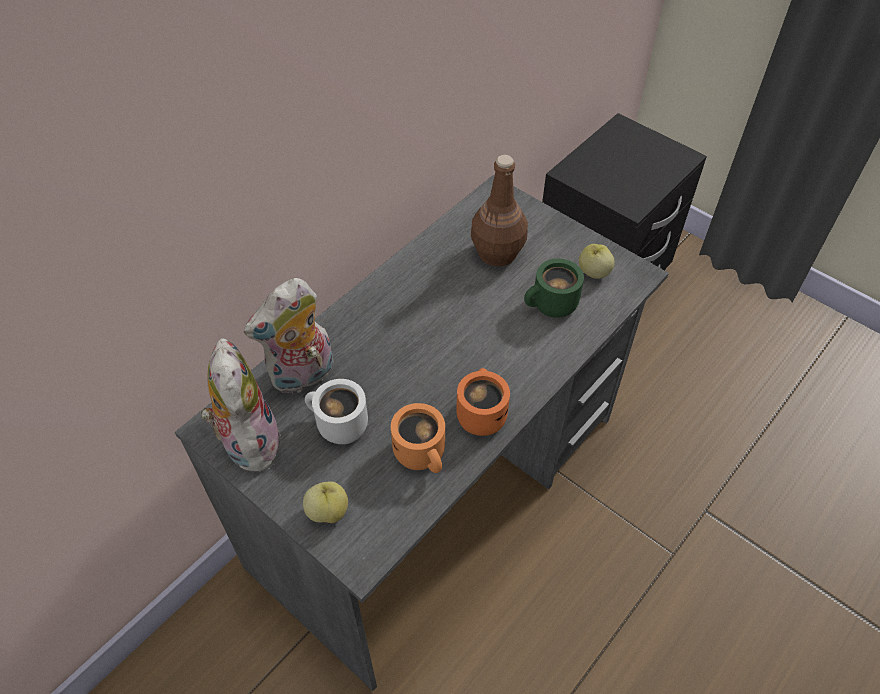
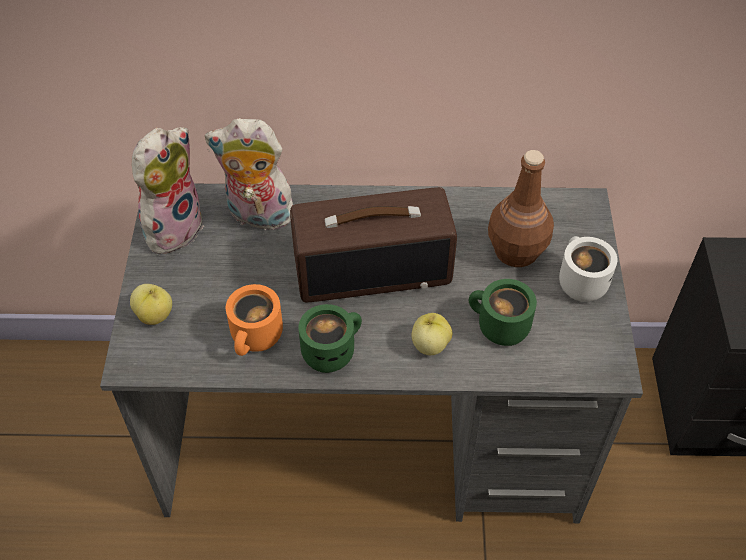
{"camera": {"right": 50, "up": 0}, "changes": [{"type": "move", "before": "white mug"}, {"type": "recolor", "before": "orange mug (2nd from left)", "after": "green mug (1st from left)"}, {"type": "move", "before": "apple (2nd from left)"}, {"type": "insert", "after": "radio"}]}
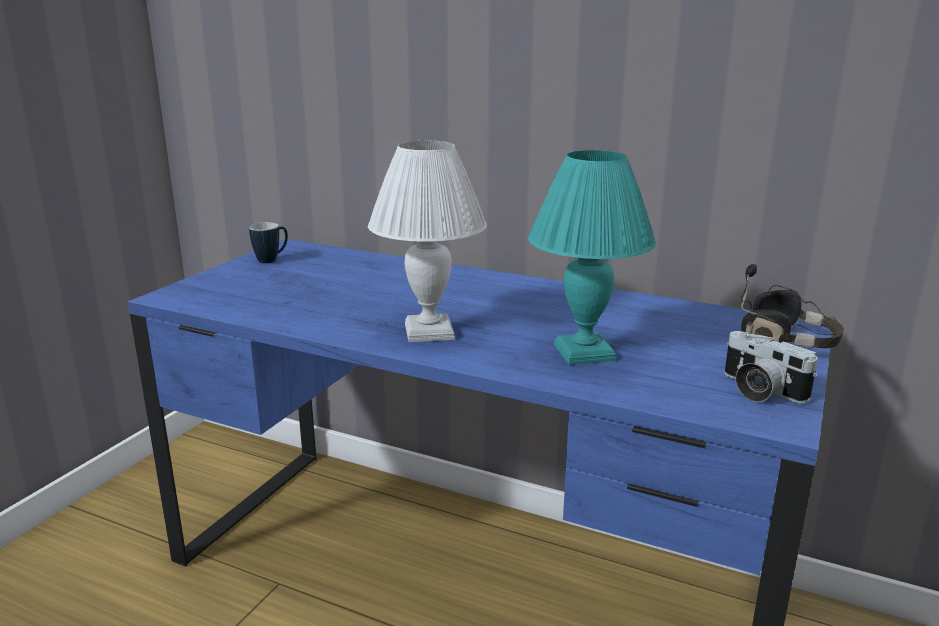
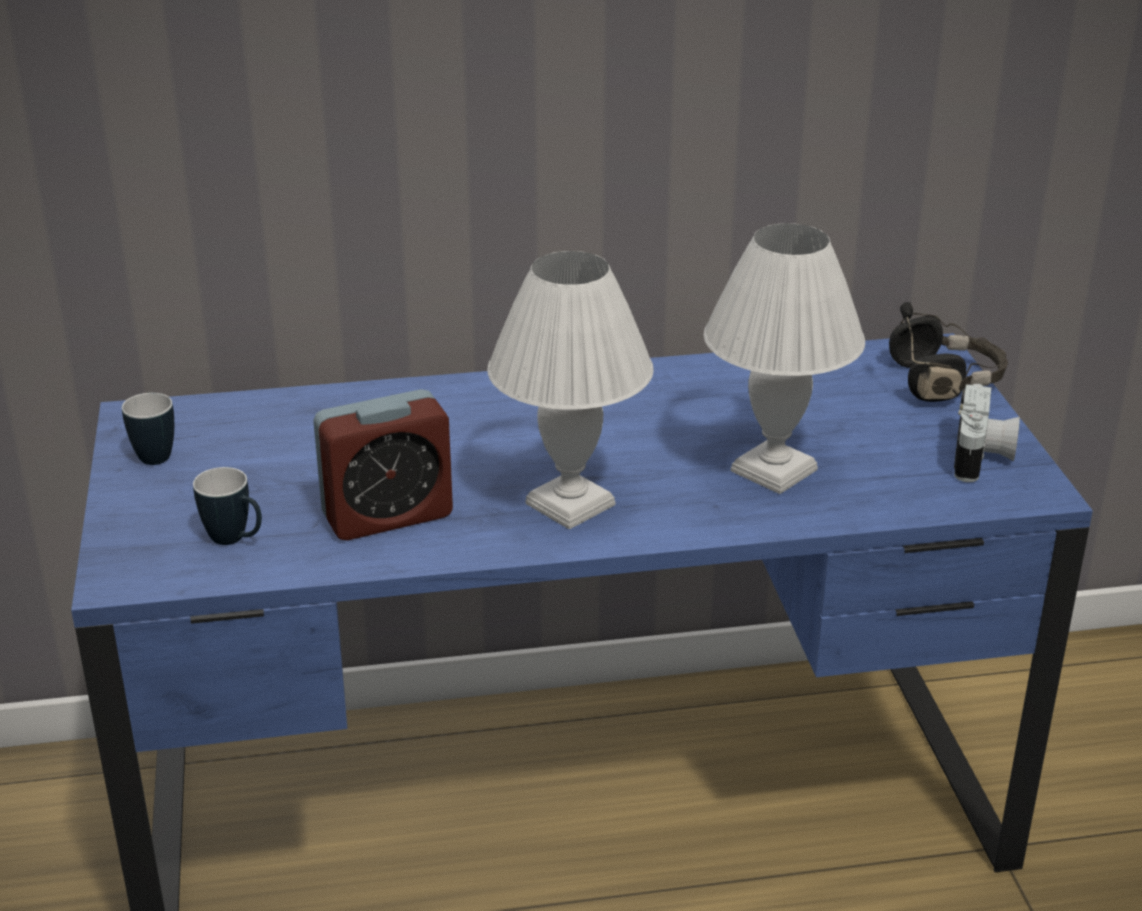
{"camera": {"right": -35, "up": 10}, "changes": [{"type": "recolor", "before": "turquoise table lamp", "after": "white table lamp (2nd from left)"}, {"type": "rotate", "before": "photo camera", "turn": -90}, {"type": "insert", "after": "mug (2nd from left)"}, {"type": "insert", "after": "alarm clock"}]}
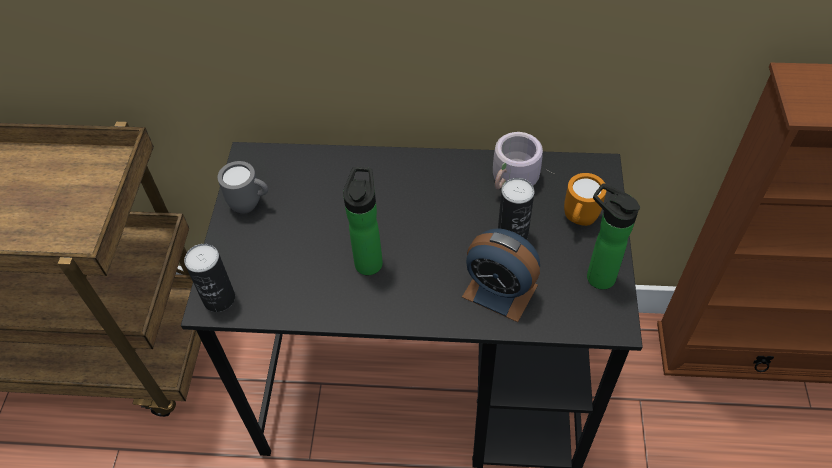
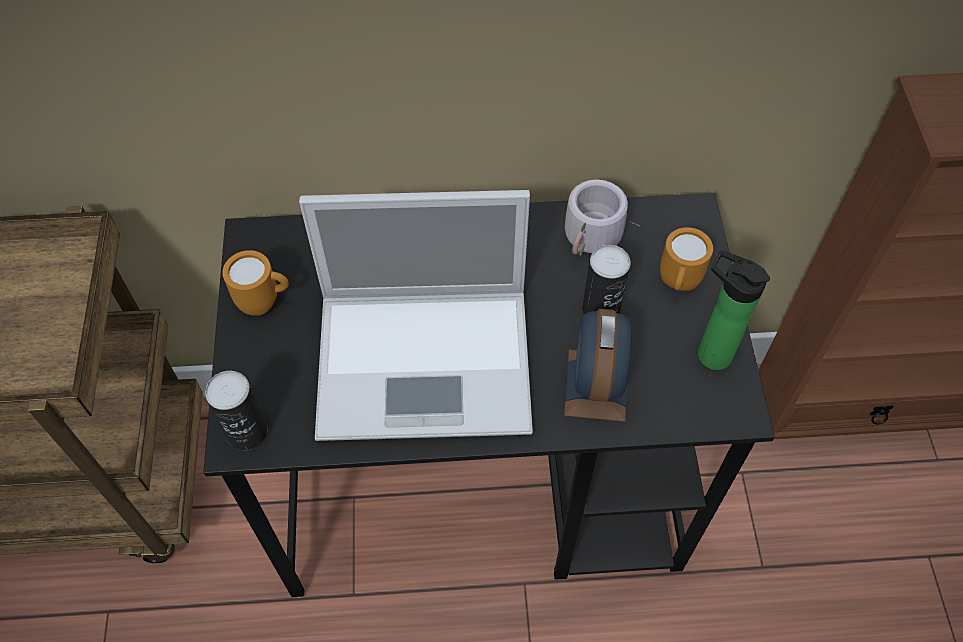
{"camera": {"right": -10, "up": 5}, "changes": [{"type": "recolor", "before": "grey mug (1st from left)", "after": "orange mug (1st from left)"}, {"type": "replace", "before": "bottle (1st from left)", "after": "laptop"}, {"type": "rotate", "before": "alarm clock", "turn": 75}]}
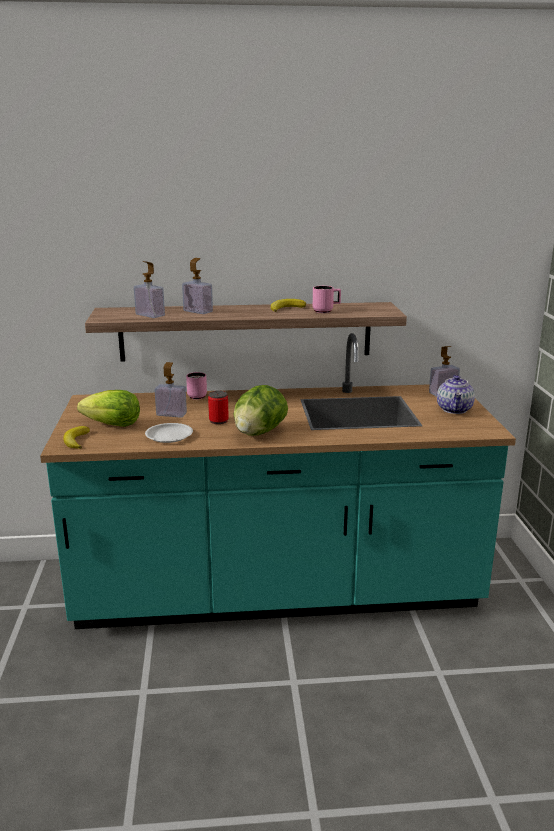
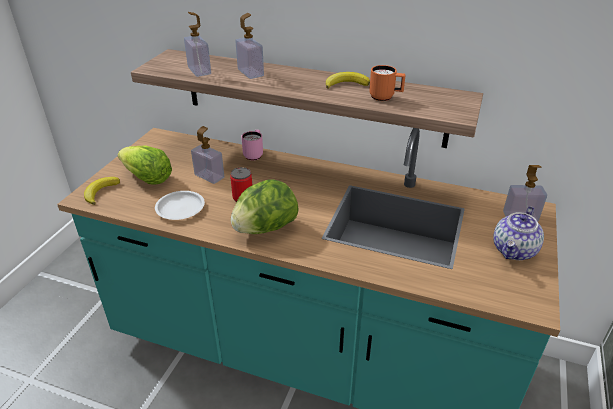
{"camera": {"right": 25, "up": 15}, "changes": [{"type": "recolor", "before": "pink mug (2nd from left)", "after": "orange mug"}]}
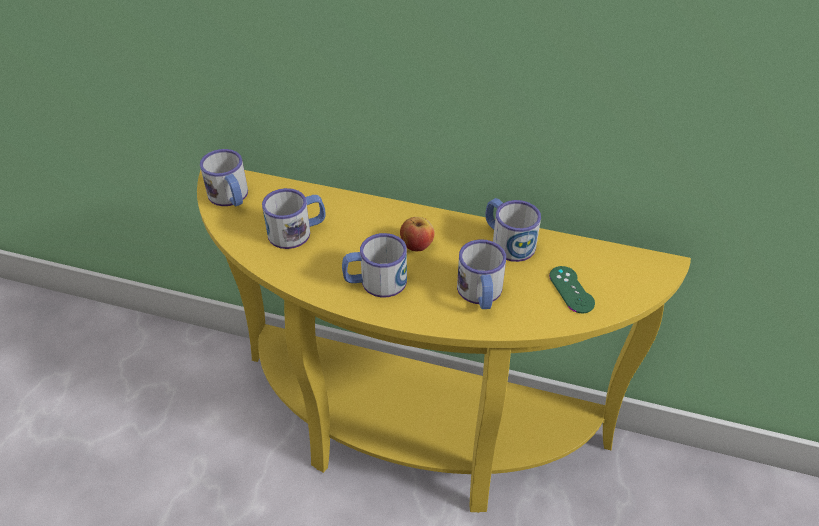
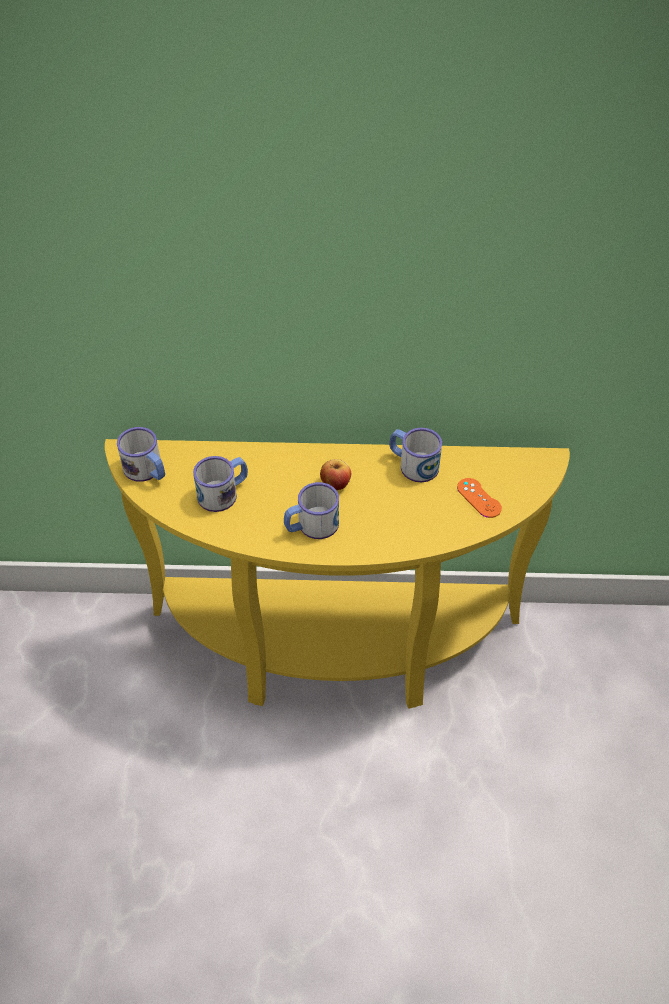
{"camera": {"right": -15, "up": 5}, "changes": [{"type": "delete", "before": "mug (4th from left)"}, {"type": "recolor", "before": "green game controller", "after": "orange game controller"}]}
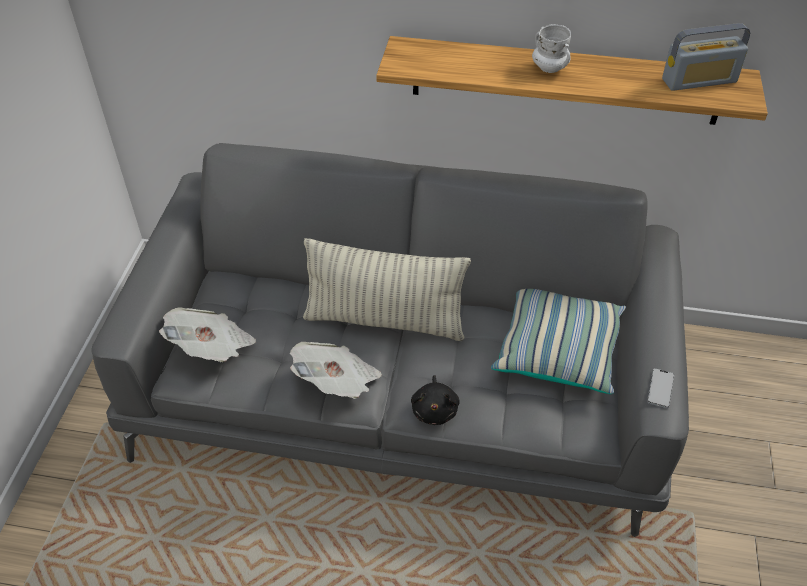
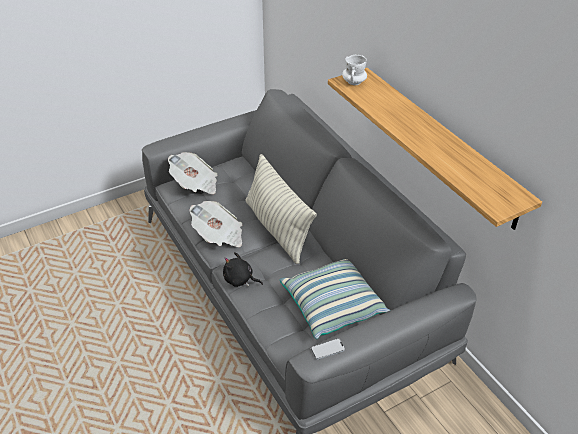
{"camera": {"right": 50, "up": -5}, "changes": [{"type": "rotate", "before": "black plush toy", "turn": 60}, {"type": "move", "before": "white mug"}, {"type": "delete", "before": "radio"}]}
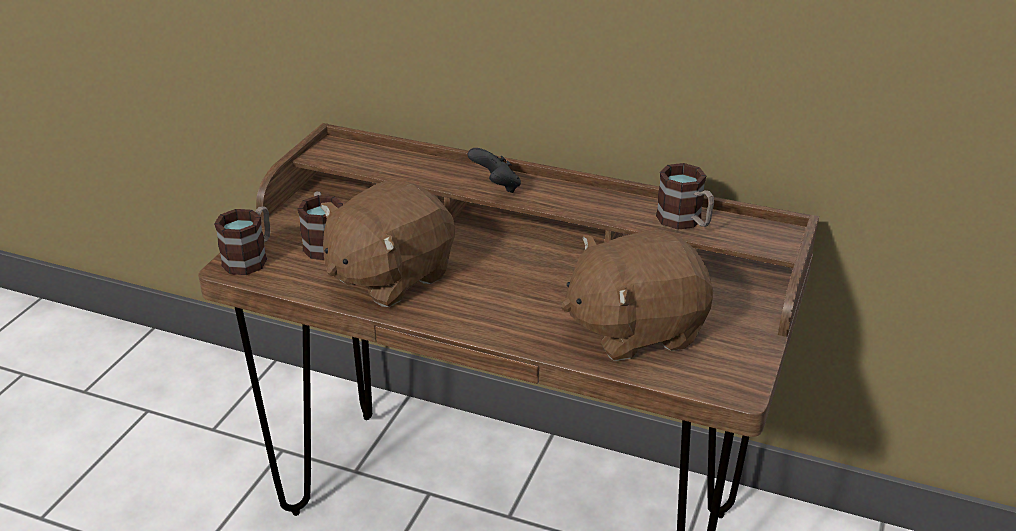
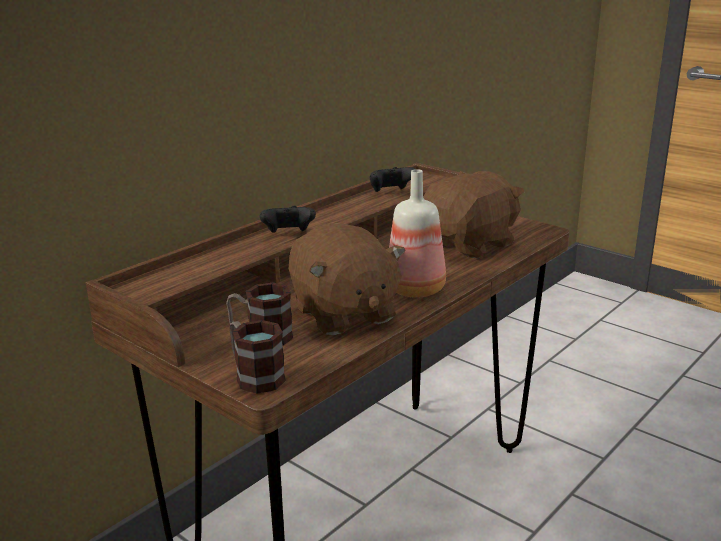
{"camera": {"right": -70, "up": -10}, "changes": [{"type": "rotate", "before": "brown plush toy (2nd from left)", "turn": -135}, {"type": "replace", "before": "mug (3rd from left)", "after": "black game controller (2nd from left)"}, {"type": "insert", "after": "bottle"}]}
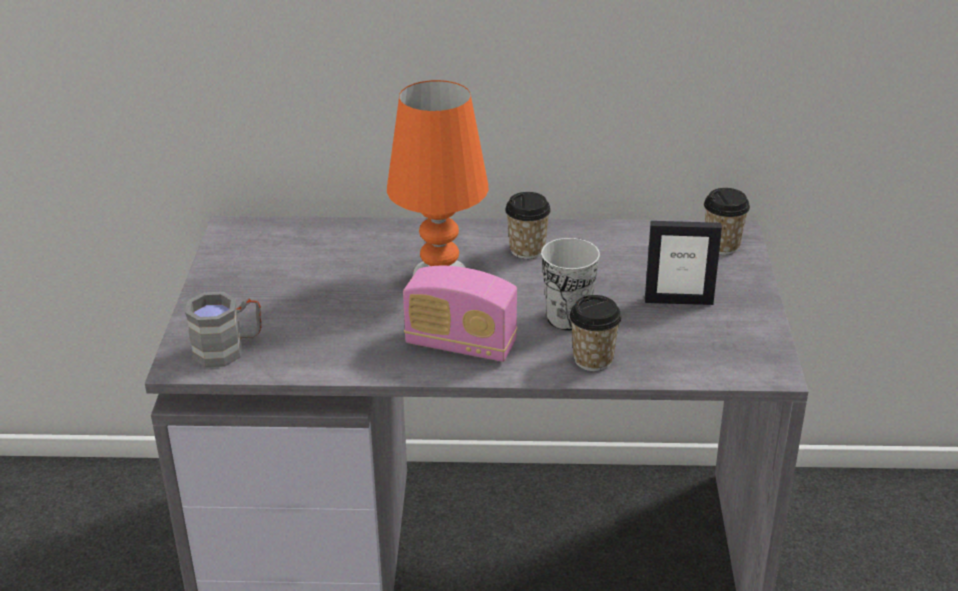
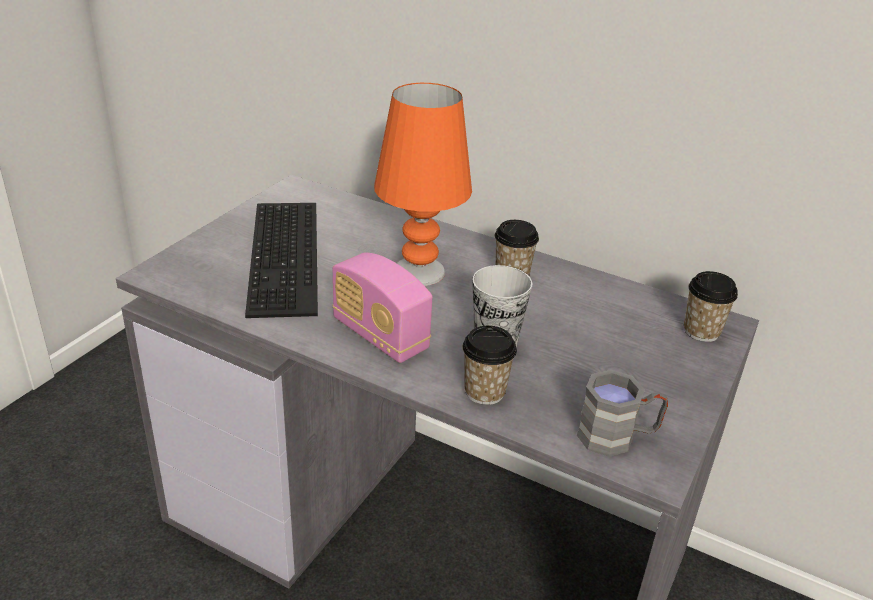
{"camera": {"right": 25, "up": 0}, "changes": [{"type": "move", "before": "grey mug"}, {"type": "delete", "before": "picture frame"}, {"type": "insert", "after": "keyboard"}]}
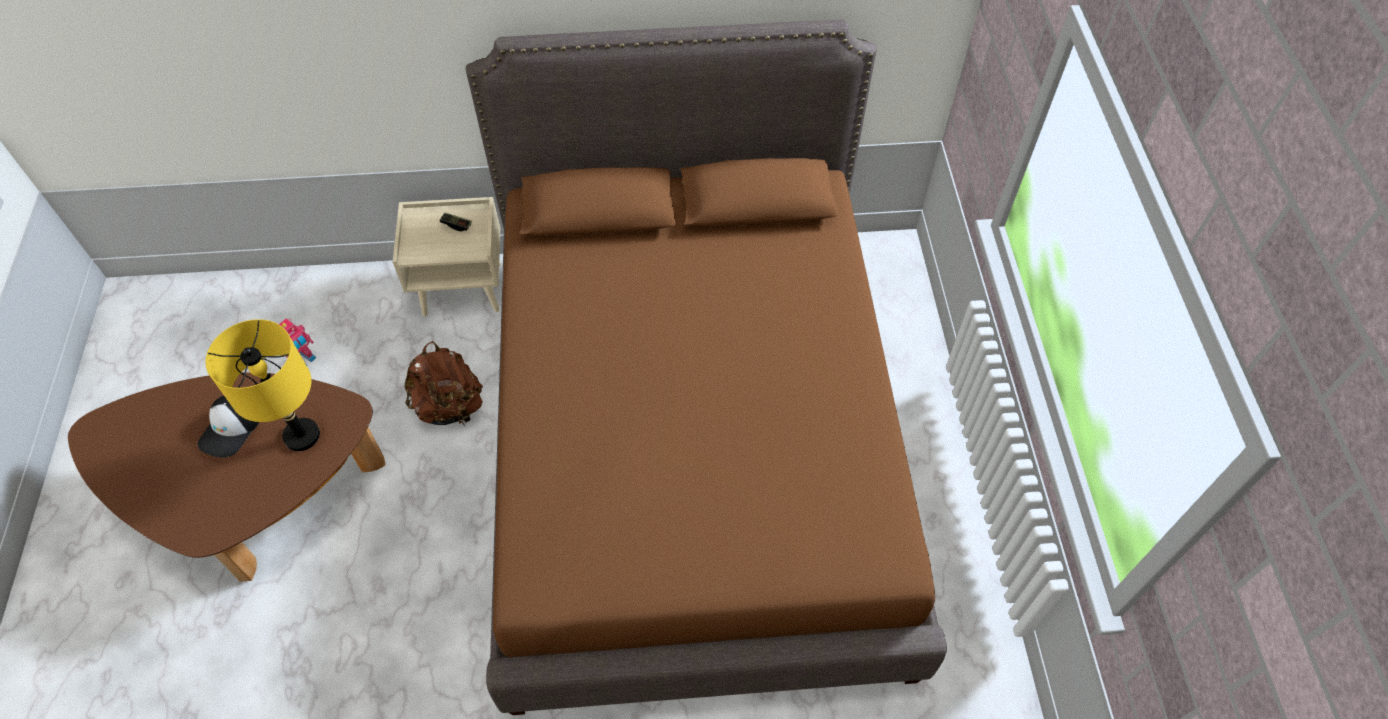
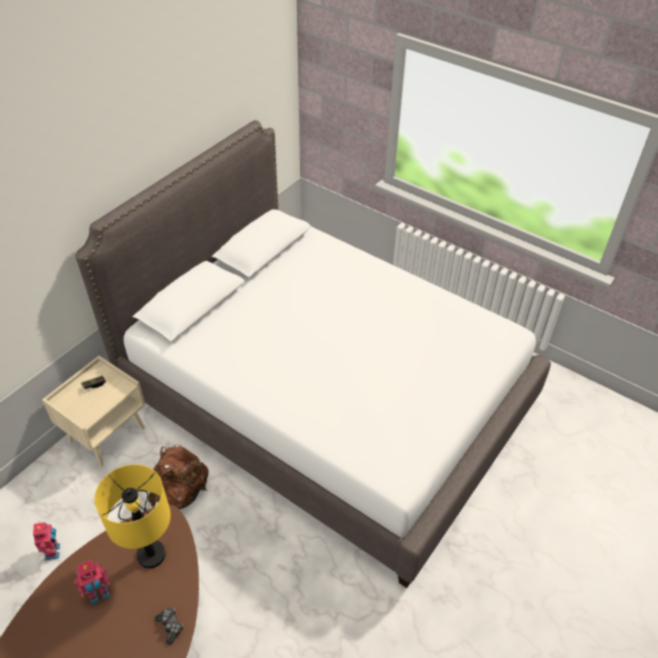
{"camera": {"right": -50, "up": -10}, "changes": [{"type": "replace", "before": "cap", "after": "toy robot (2nd from left)"}, {"type": "recolor", "before": "brown bed", "after": "white bed"}, {"type": "insert", "after": "game controller (2nd from left)"}]}
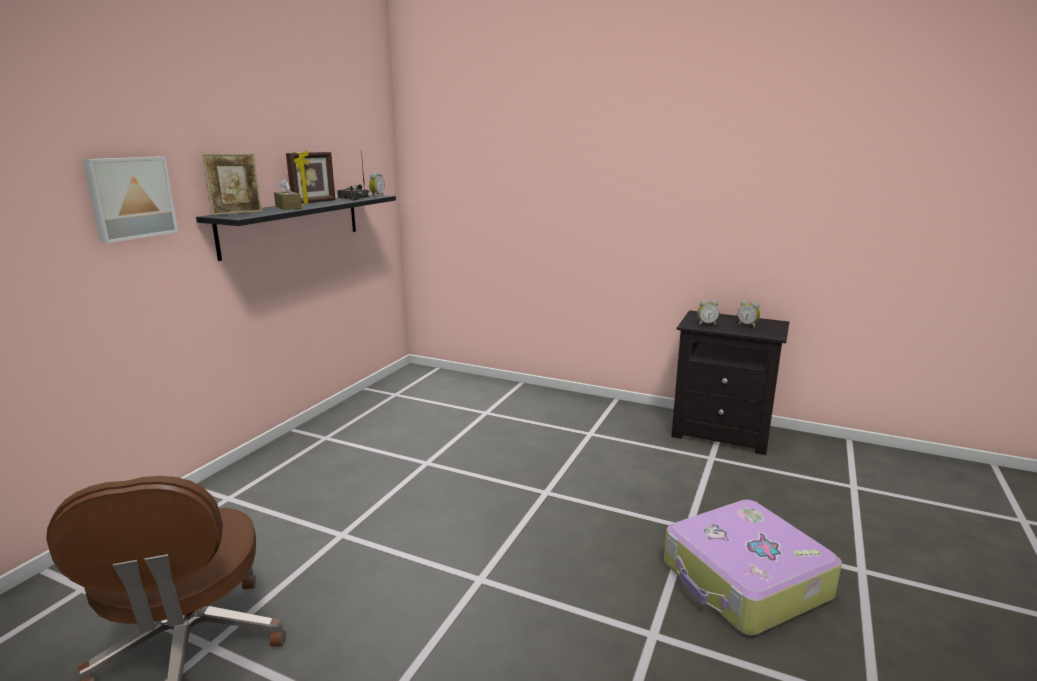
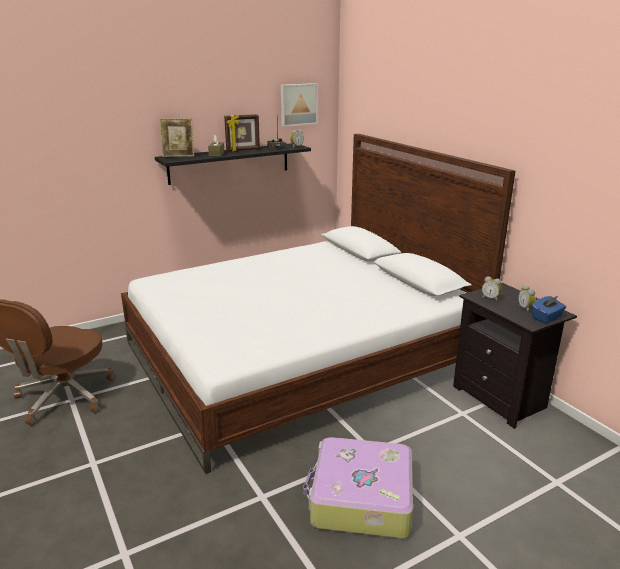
{"camera": {"right": 35, "up": 5}, "changes": [{"type": "move", "before": "picture"}, {"type": "insert", "after": "bed"}, {"type": "insert", "after": "blue tissue box"}]}
